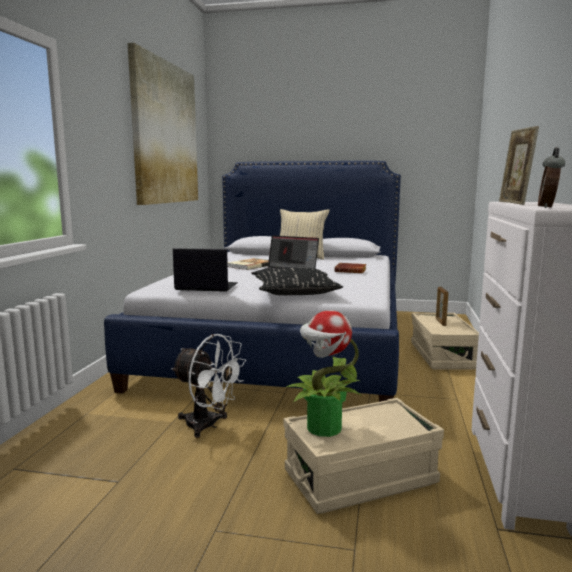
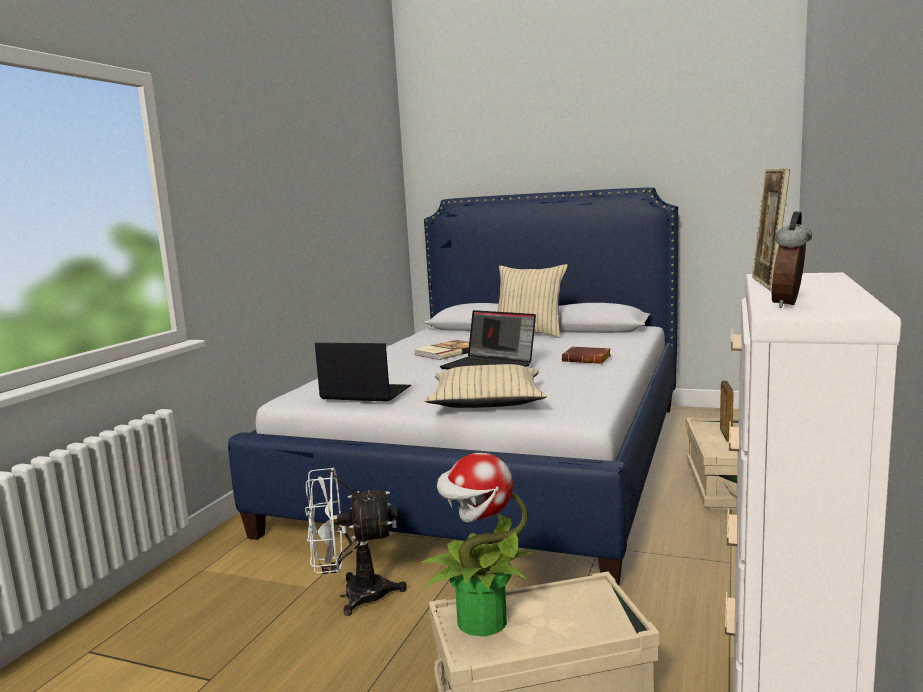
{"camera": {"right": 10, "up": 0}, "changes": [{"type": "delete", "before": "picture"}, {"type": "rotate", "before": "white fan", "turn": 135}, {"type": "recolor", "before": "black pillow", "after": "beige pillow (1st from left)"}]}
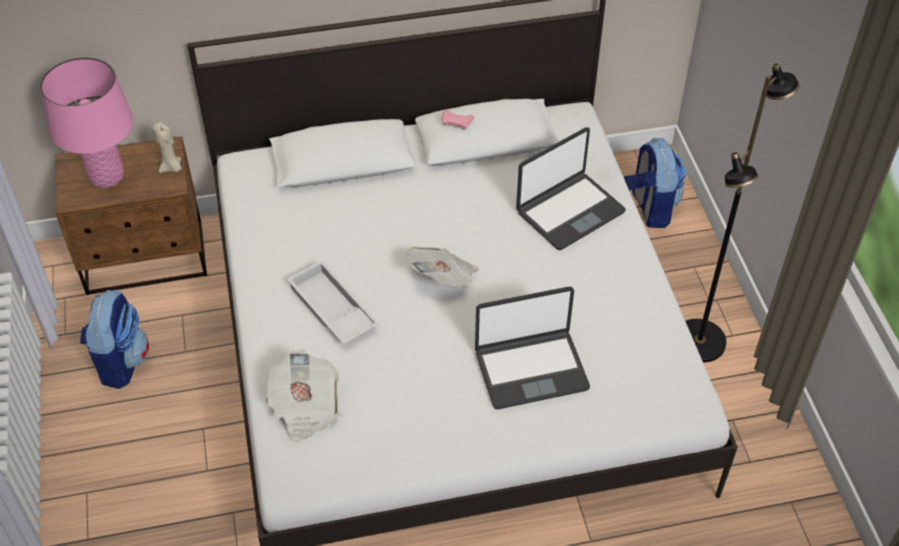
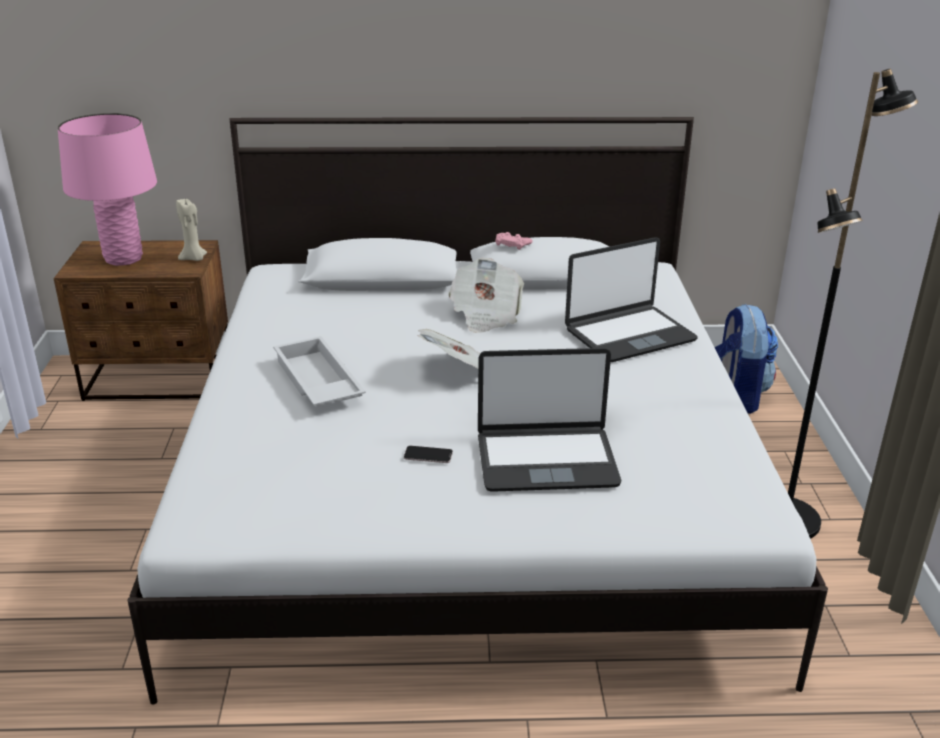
{"camera": {"right": 10, "up": -20}, "changes": [{"type": "delete", "before": "backpack (1st from left)"}, {"type": "move", "before": "newspaper (1st from left in the first image)", "after": "newspaper (2nd from left)"}, {"type": "insert", "after": "phone"}]}
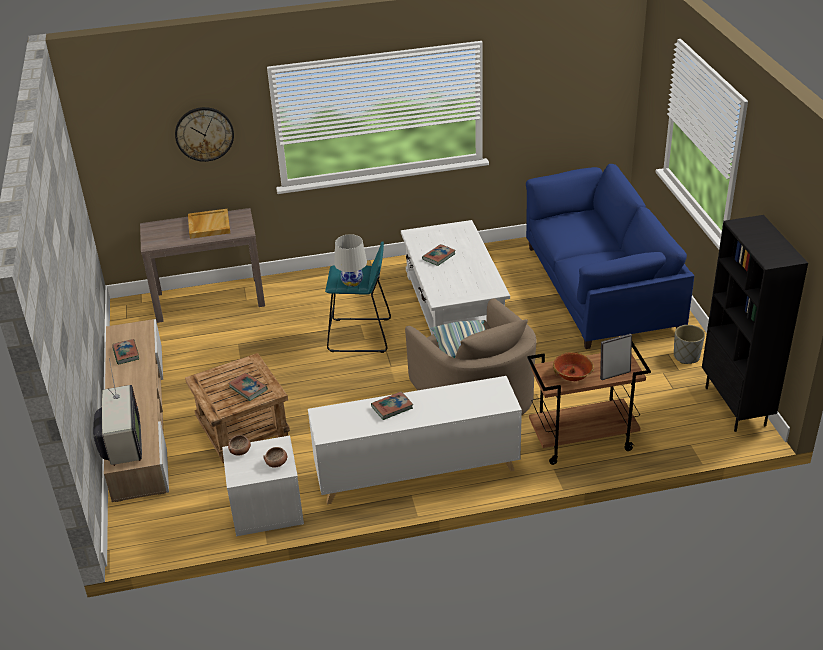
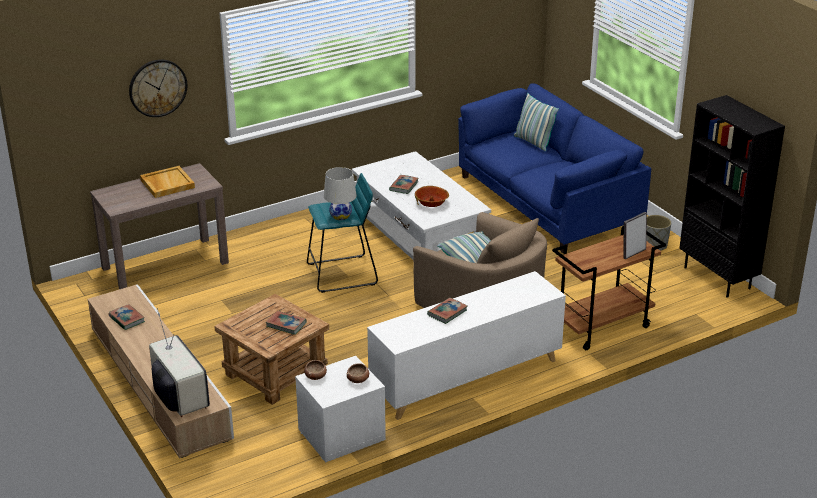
{"camera": {"right": -20, "up": -5}, "changes": [{"type": "move", "before": "bowl (3rd from left)"}, {"type": "insert", "after": "pillow (2nd from left)"}]}
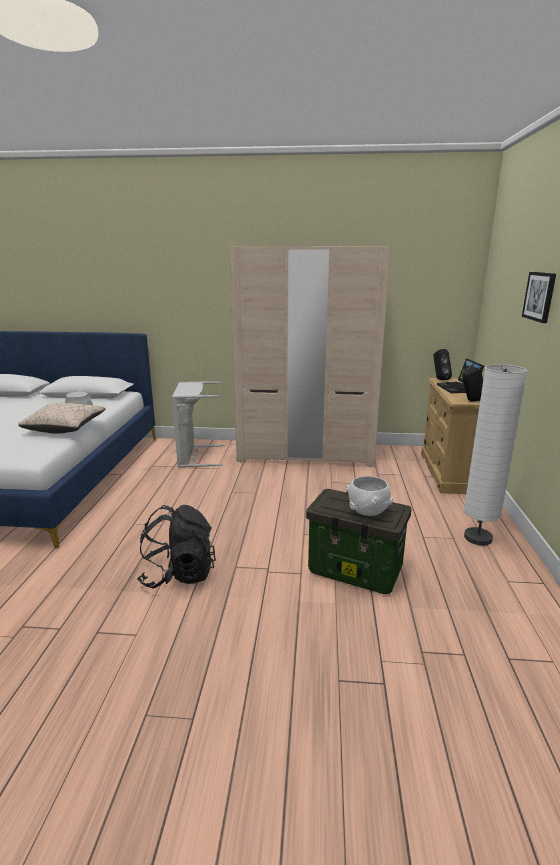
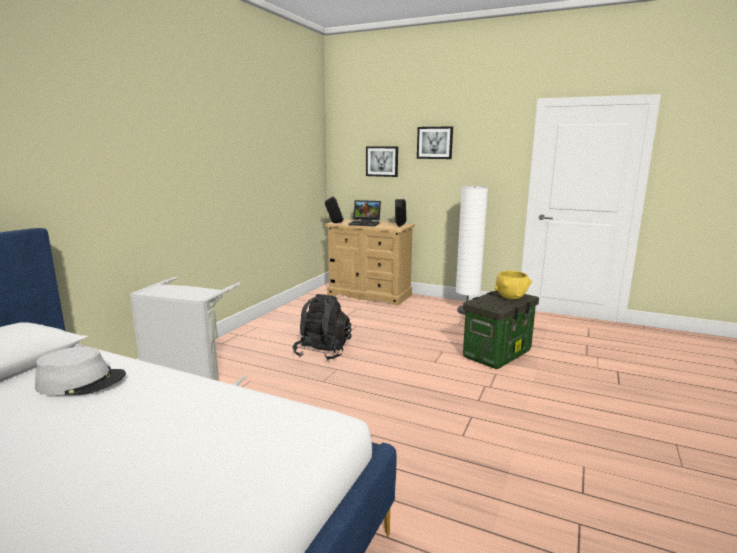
{"camera": {"right": -70, "up": -5}, "changes": [{"type": "delete", "before": "beige pillow"}, {"type": "move", "before": "black backpack"}, {"type": "delete", "before": "beige wardrobe"}, {"type": "recolor", "before": "white bowl", "after": "yellow bowl"}, {"type": "insert", "after": "picture (1st from left)"}]}
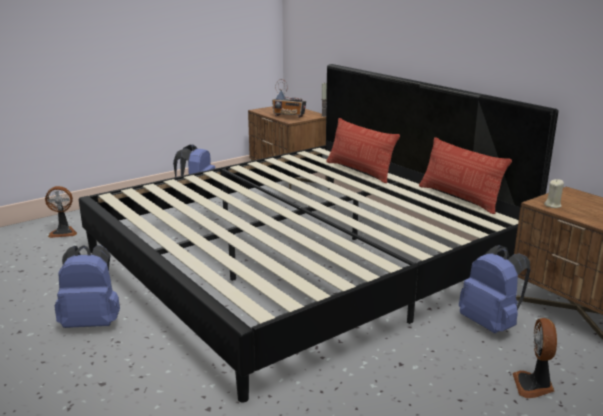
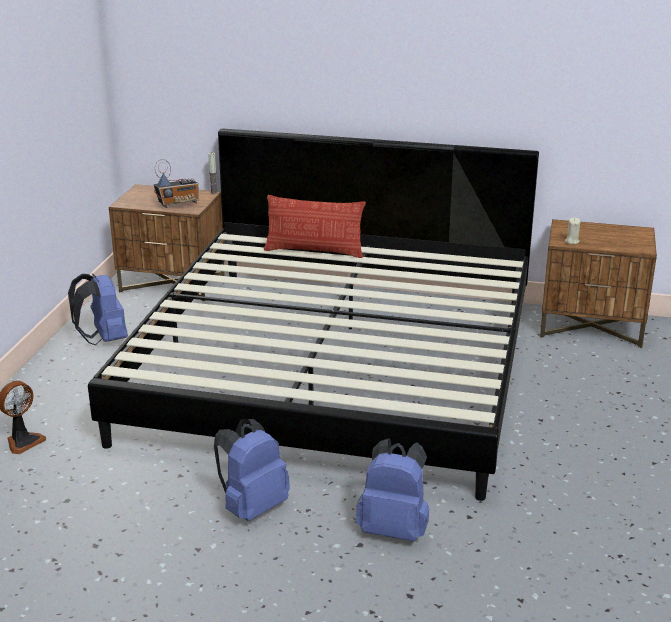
{"camera": {"right": -40, "up": 5}, "changes": [{"type": "delete", "before": "pillow (2nd from left)"}, {"type": "move", "before": "blue backpack (3rd from left)"}, {"type": "delete", "before": "fan (2nd from left)"}]}
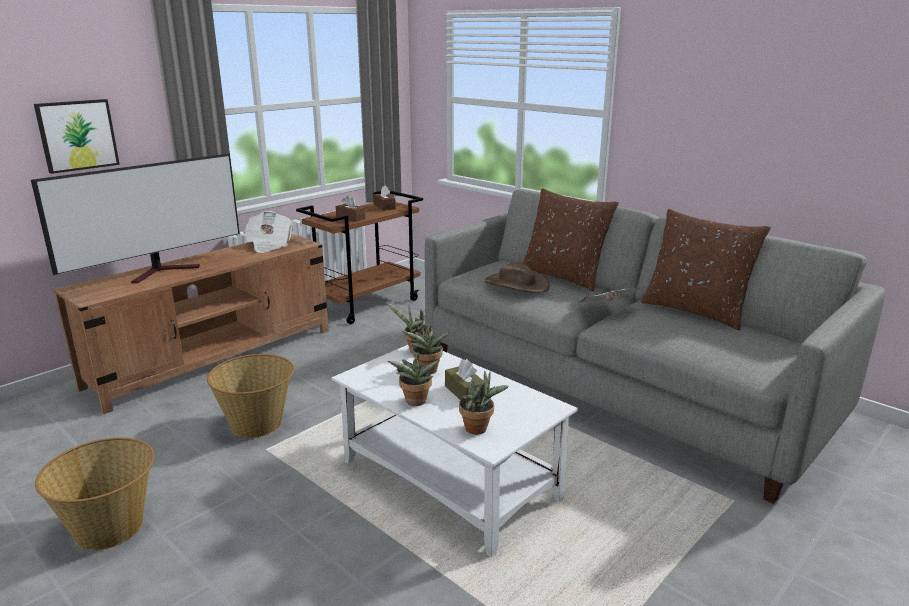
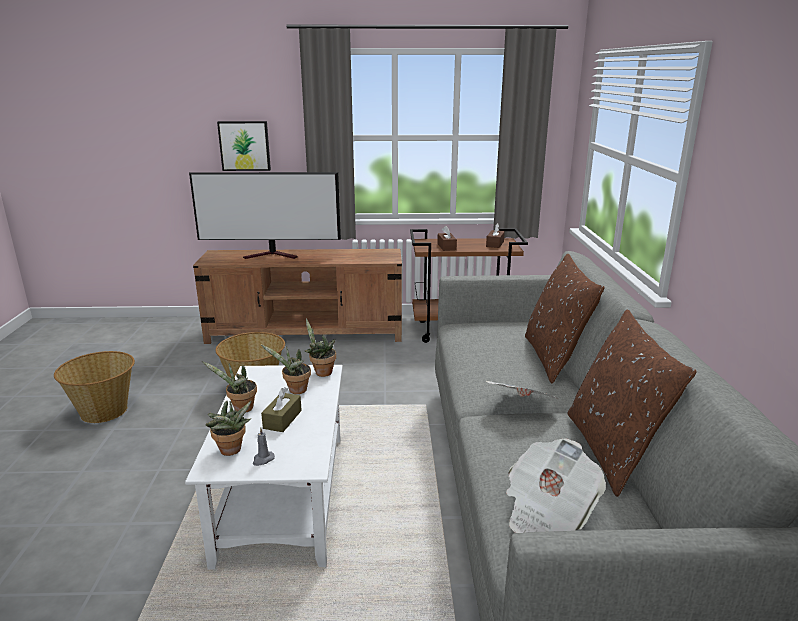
{"camera": {"right": 45, "up": 0}, "changes": [{"type": "move", "before": "newspaper (1st from left in the first image)", "after": "newspaper (2nd from left)"}, {"type": "delete", "before": "brown hat"}, {"type": "insert", "after": "grey candle"}]}
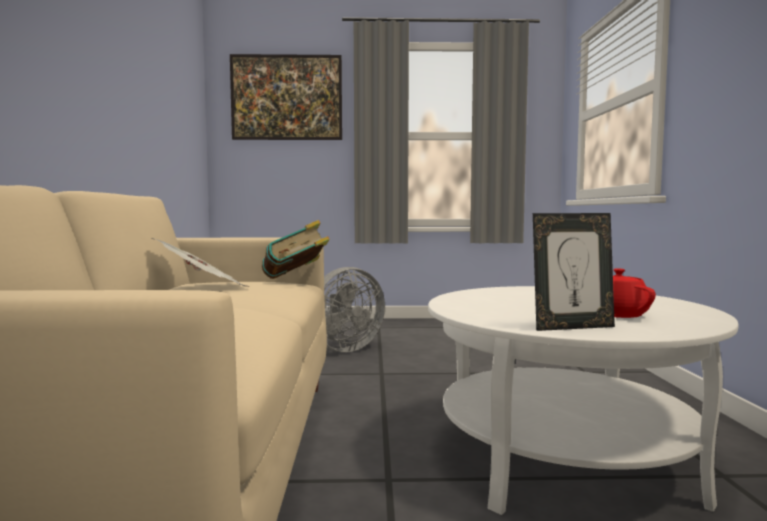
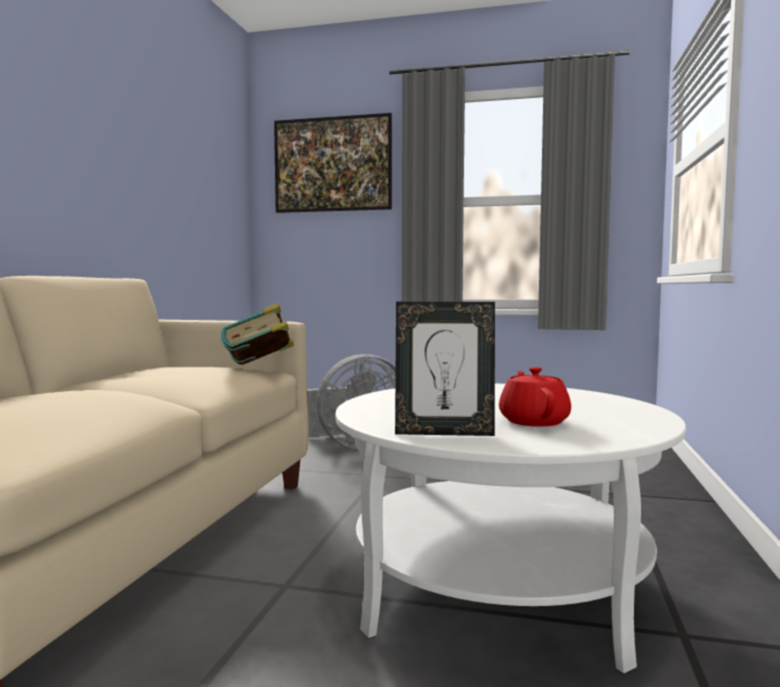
{"camera": {"right": 15, "up": 0}, "changes": [{"type": "delete", "before": "newspaper"}]}
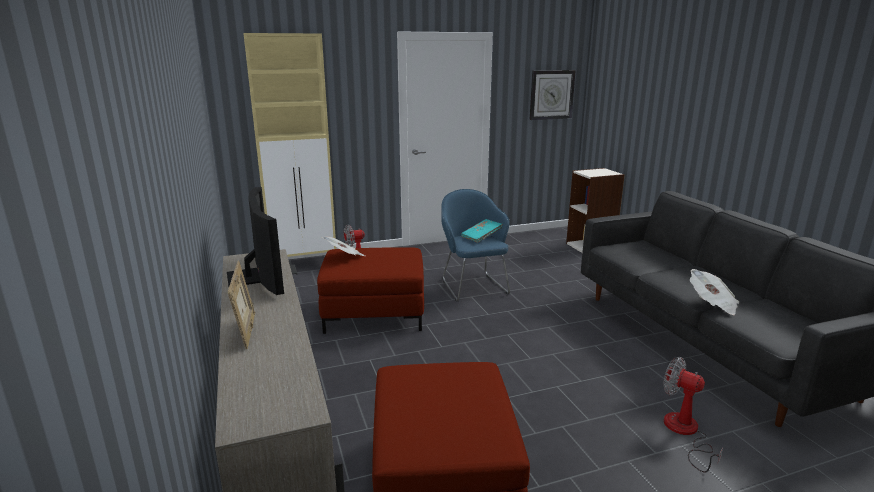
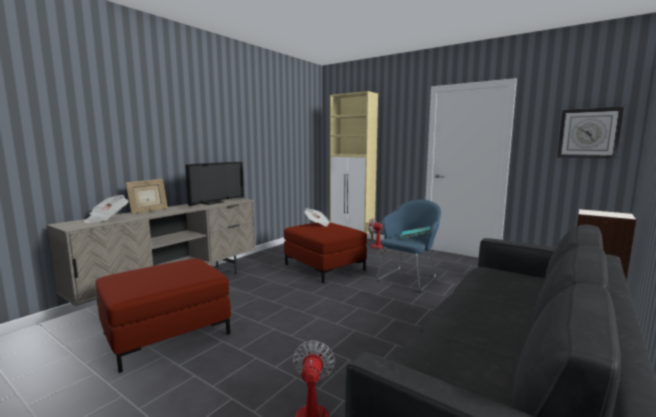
{"camera": {"right": 55, "up": -10}, "changes": [{"type": "move", "before": "newspaper (2nd from left in the first image)", "after": "newspaper (1st from left)"}]}
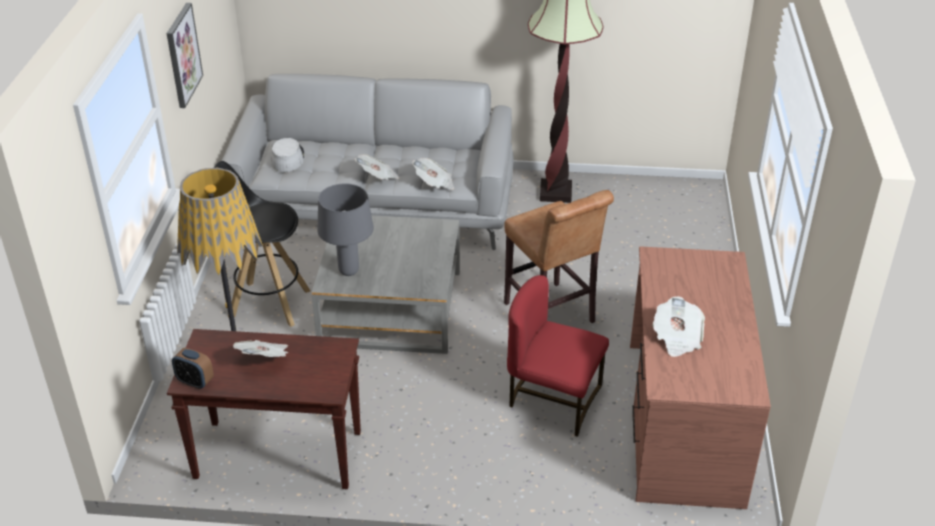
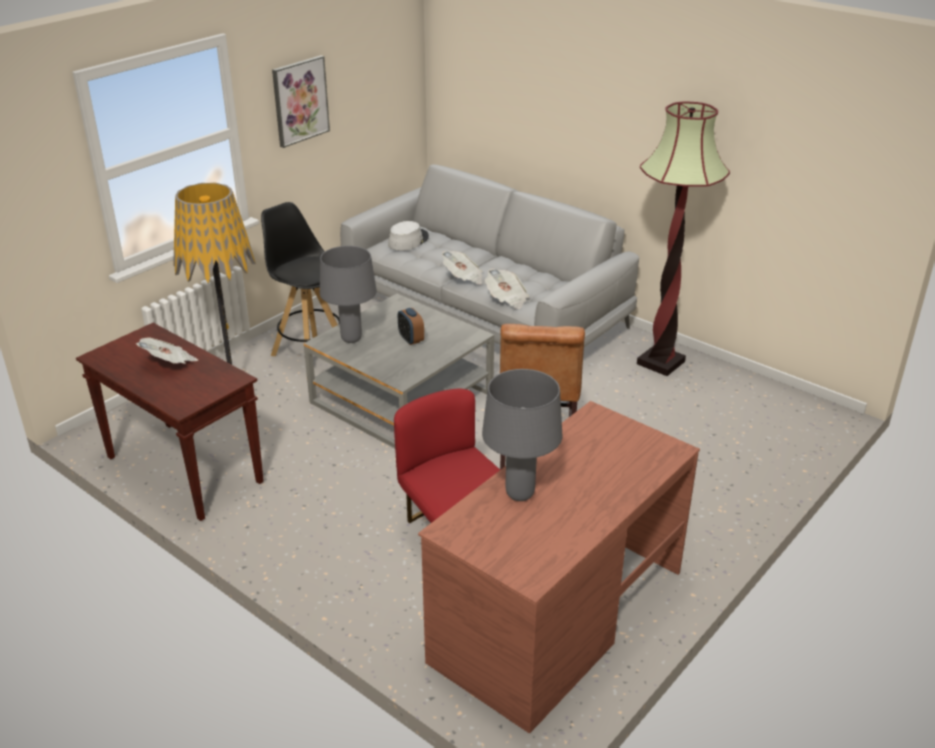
{"camera": {"right": 35, "up": -5}, "changes": [{"type": "move", "before": "alarm clock"}, {"type": "replace", "before": "newspaper (4th from left)", "after": "grey table lamp (2nd from left)"}]}
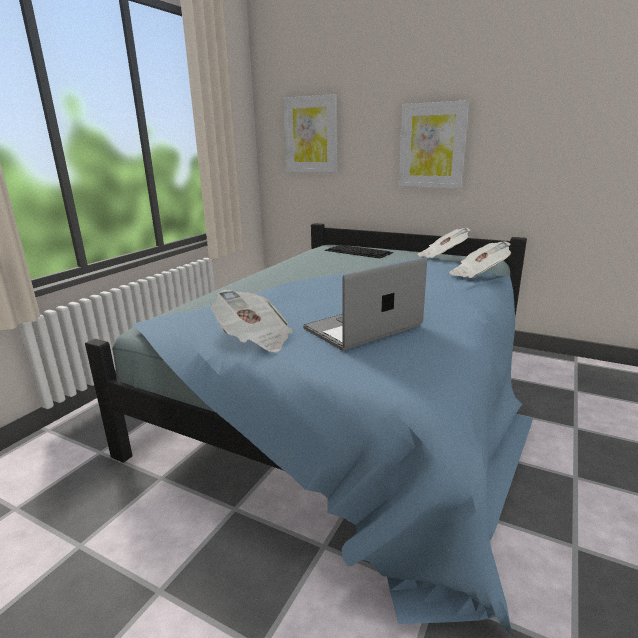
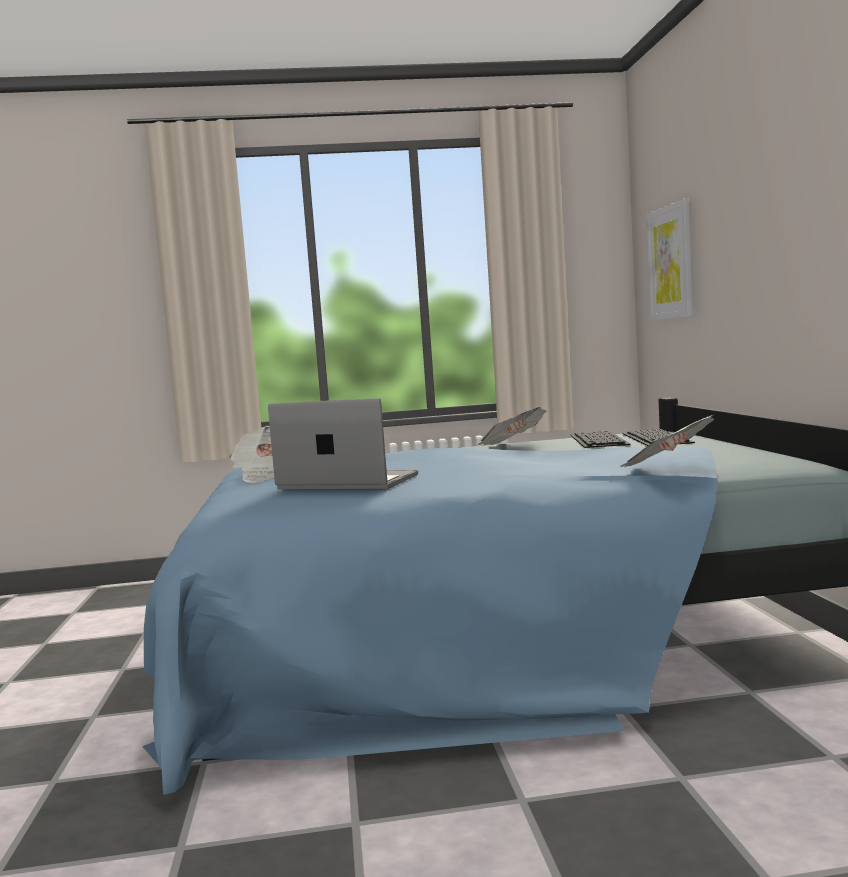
{"camera": {"right": 55, "up": -15}, "changes": [{"type": "delete", "before": "picture (2nd from left)"}, {"type": "move", "before": "newspaper (2nd from left)"}, {"type": "insert", "after": "keyboard (1st from left)"}]}
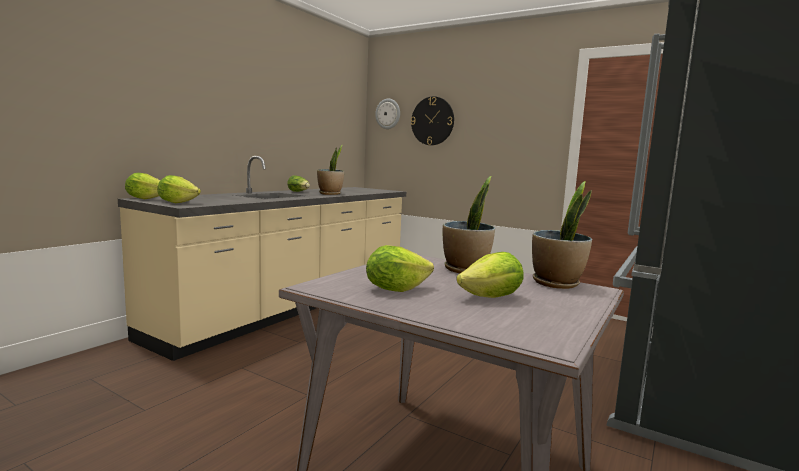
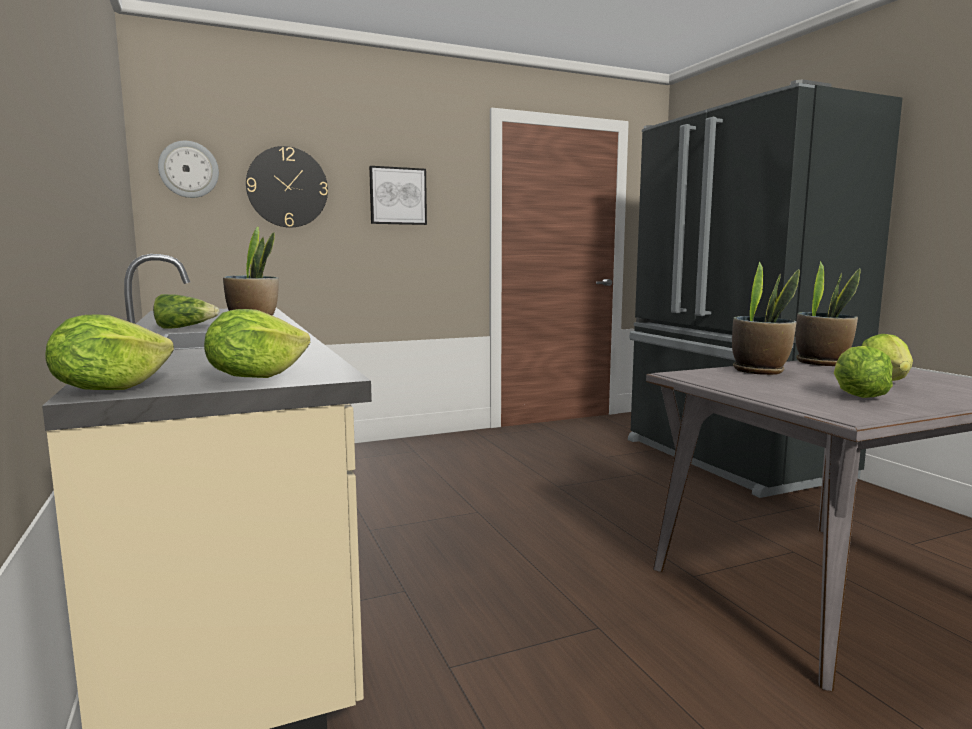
{"camera": {"right": -55, "up": 0}, "changes": [{"type": "insert", "after": "picture"}]}
